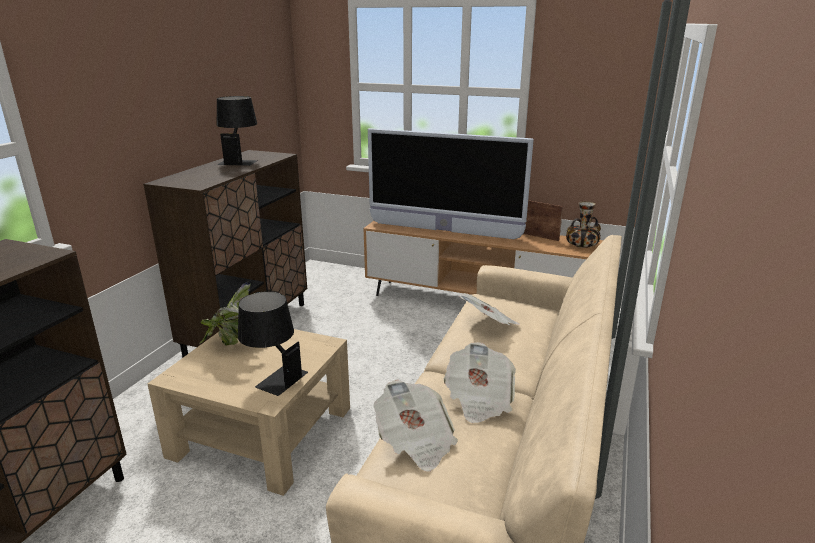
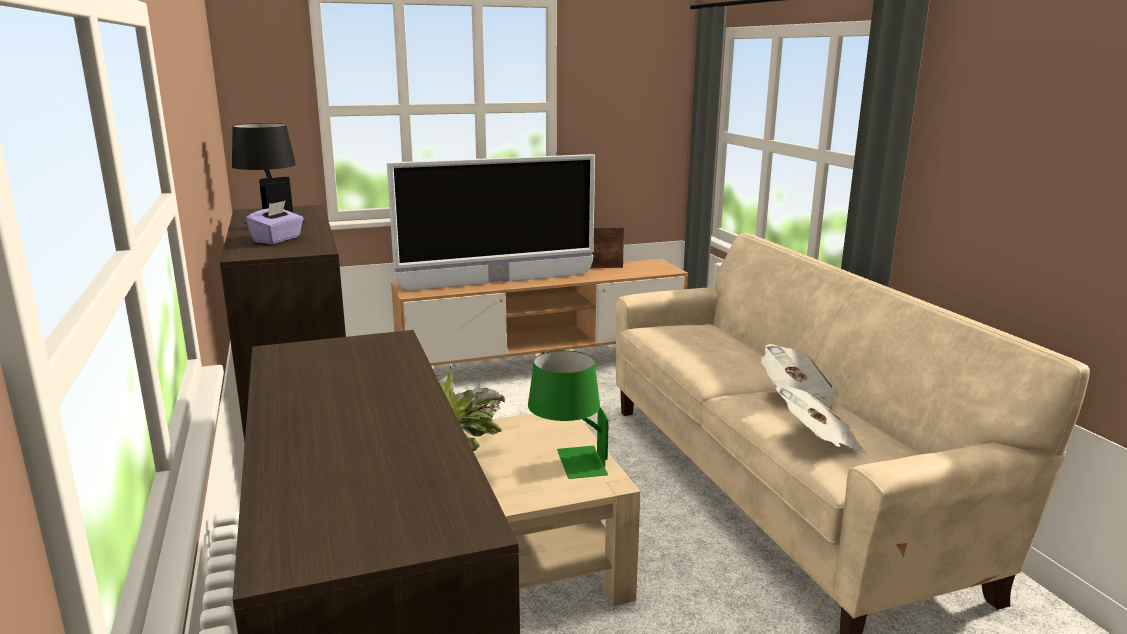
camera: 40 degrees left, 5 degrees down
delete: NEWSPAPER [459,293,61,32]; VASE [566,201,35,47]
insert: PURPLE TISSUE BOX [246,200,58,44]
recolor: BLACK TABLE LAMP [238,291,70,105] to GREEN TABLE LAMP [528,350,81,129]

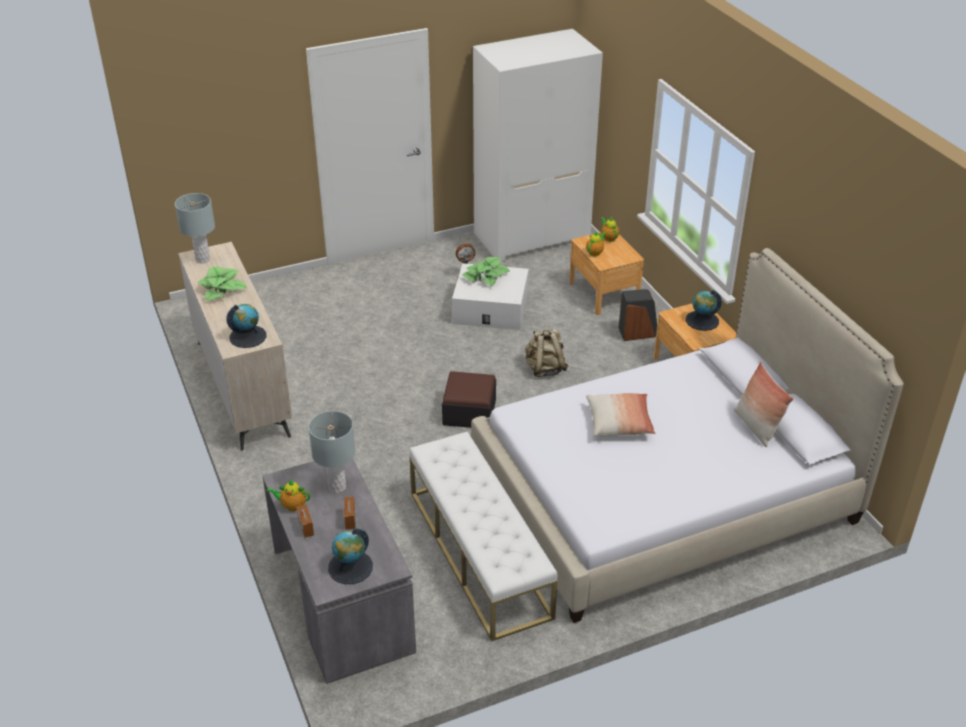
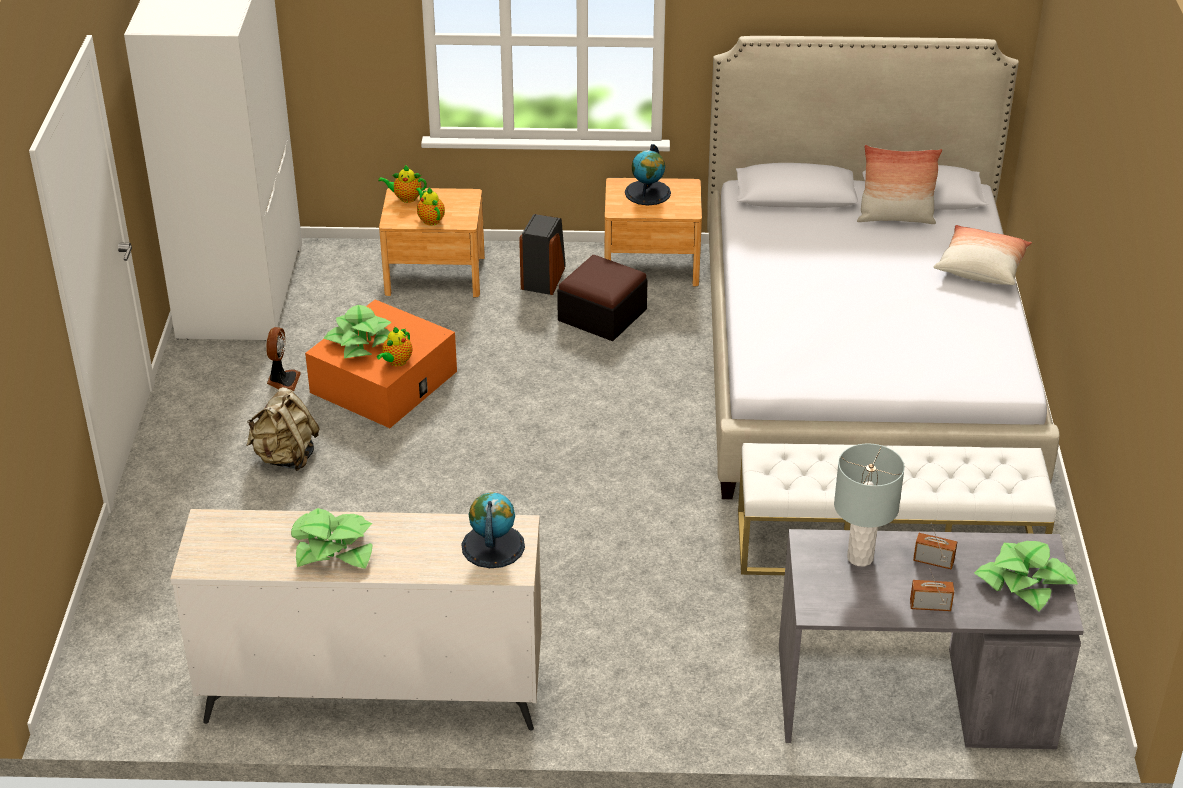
camera: 65 degrees left, 0 degrees up
delete: GREY TABLE LAMP [175,193,40,71]
move: TEAPOT [267,480,43,31] to [377,327,36,39]; OTTOMAN [442,371,54,57] to [557,255,91,86]; BEIGE BACKPACK [525,328,43,49] to [247,387,73,84]; PILLOW [586,393,69,43] to [934,225,98,60]
replace: GLOBE [328,528,45,56] to POTTED PLANT [974,541,104,70]
recolor: WHITE STORAGE BOX [452,263,77,67] to ORANGE STORAGE BOX [305,300,152,128]

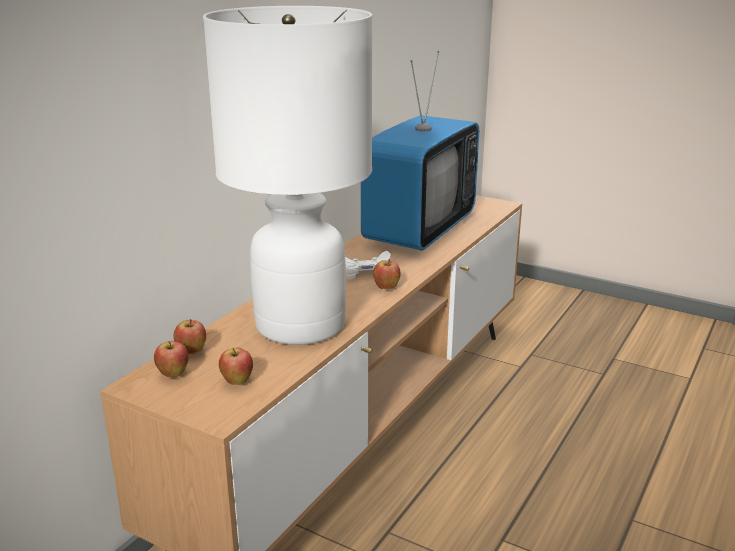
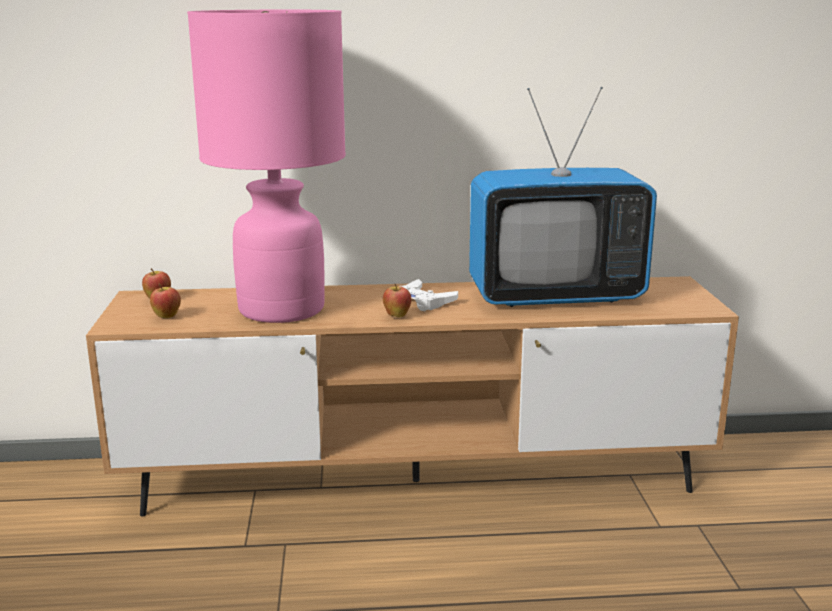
camera: 55 degrees right, 5 degrees down
delete: APPLE [174,319,32,35]
recolor: WHITE TABLE LAMP [203,6,170,339] to PINK TABLE LAMP [187,10,159,313]

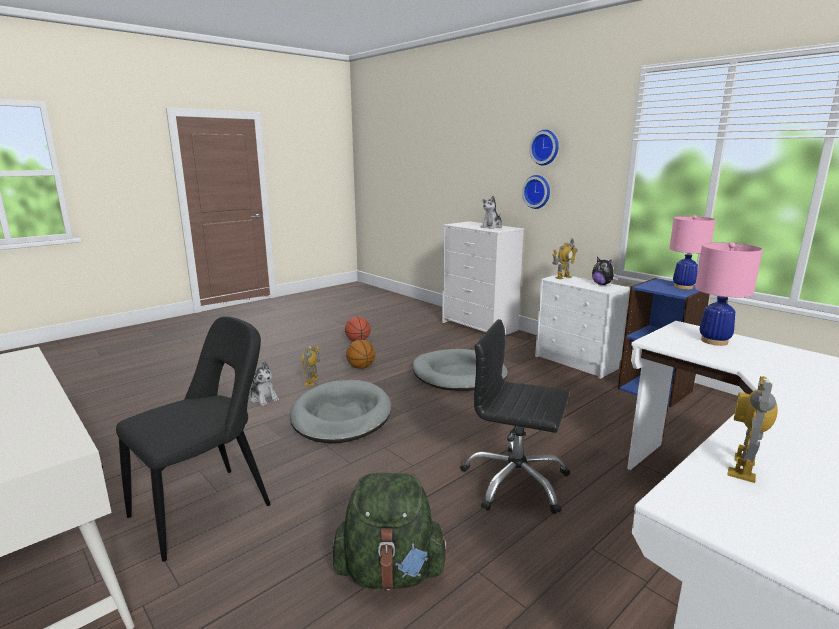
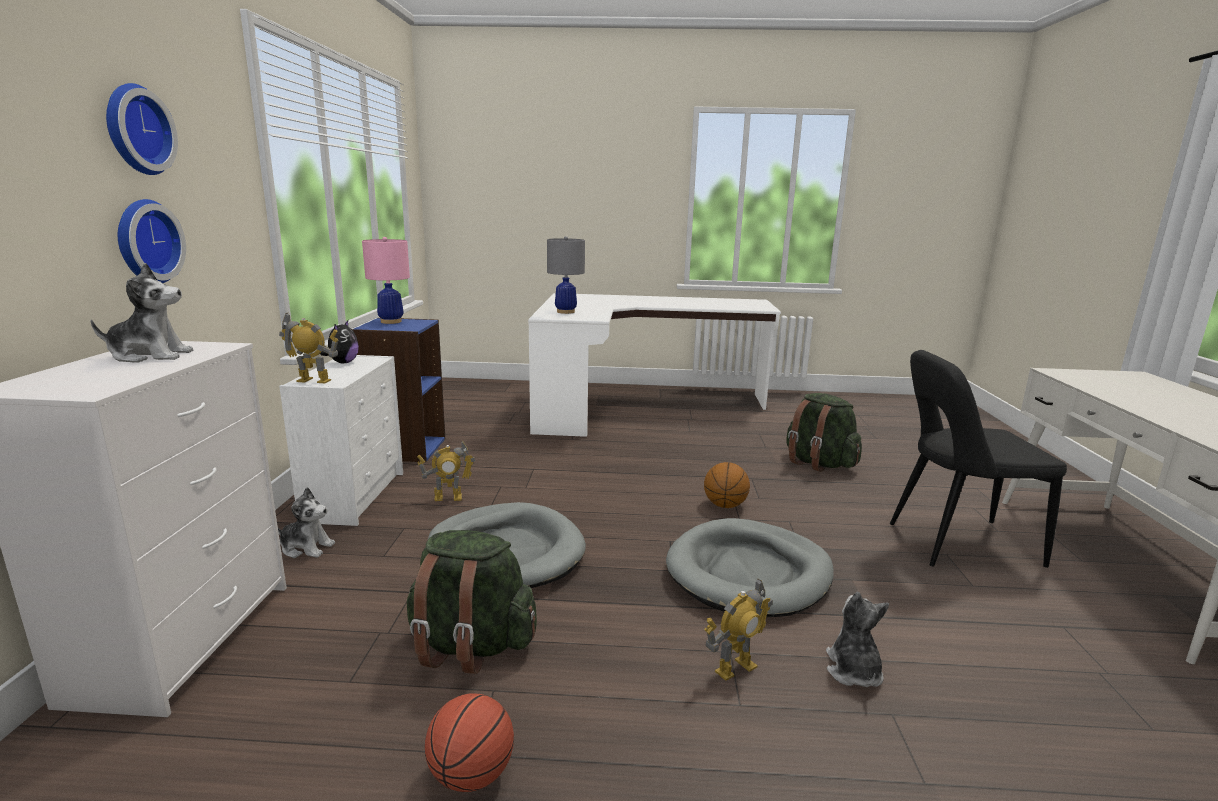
camera: 135 degrees left, 0 degrees up
delete: BLACK OFFICE CHAIR [460,319,110,195]
insert: PLUSH TOY [278,487,57,71]; GREEN BACKPACK [407,530,130,144]
move: BASKETBALL [346,340,29,29] to [704,462,46,46]; TOY ROBOT [728,376,50,107] to [417,441,58,60]
recolor: PINK TABLE LAMP [695,242,68,104] to GREY TABLE LAMP [547,236,38,78]

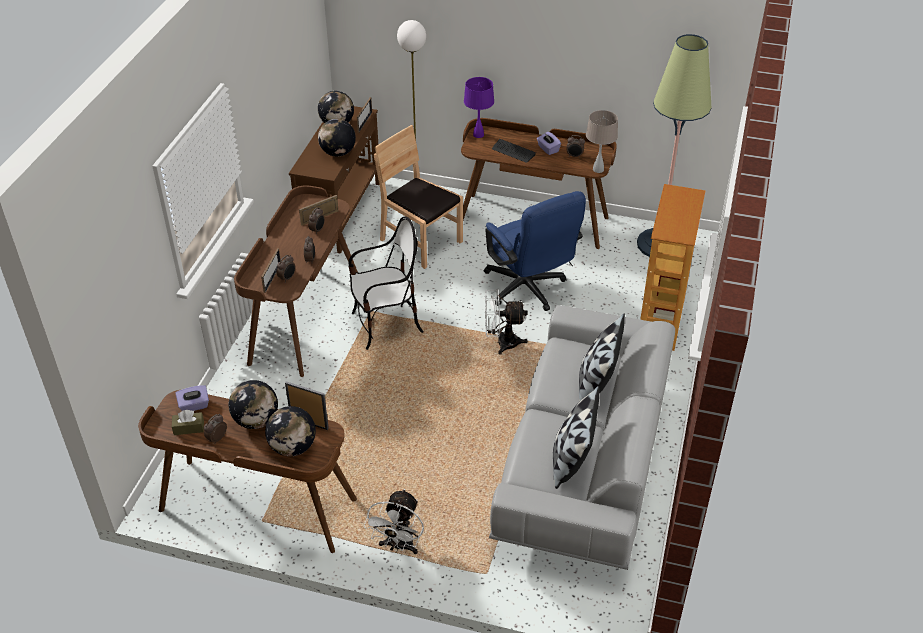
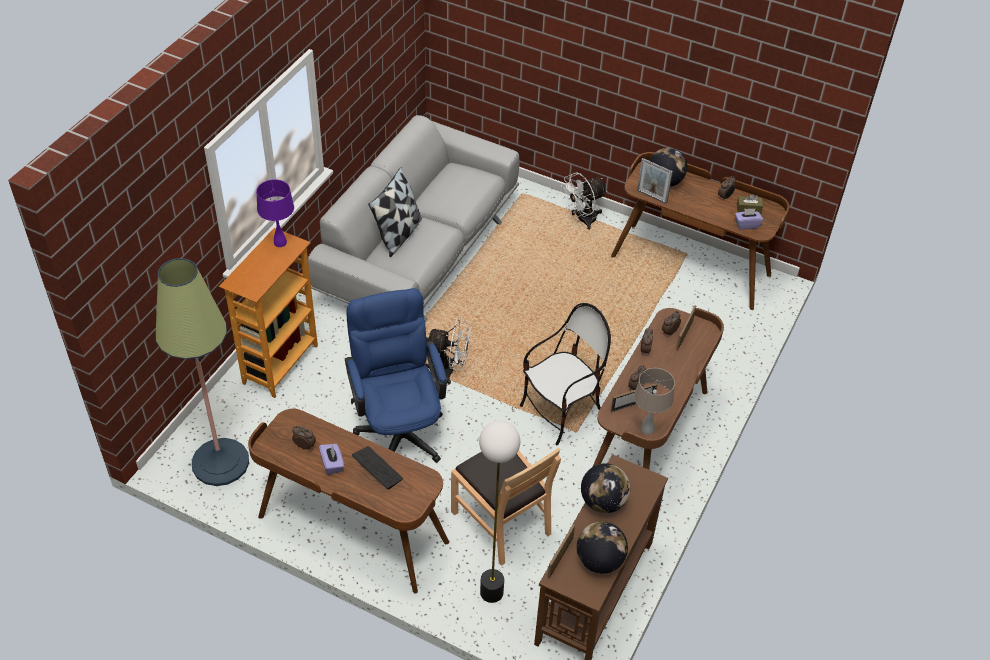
camera: 170 degrees left, 5 degrees up
delete: GLOBE [229,380,49,49]; PILLOW [553,386,46,103]
move: PURPLE TABLE LAMP [464,77,30,61] to [256,179,38,68]; BEIGE TABLE LAMP [586,110,32,63] to [634,368,41,67]
rotate: CHAIR [348,216,76,134] = [520,303,91,142] 150 degrees clockwise; WHITE FAN [364,489,60,65] = [561,172,46,58] 150 degrees counterclockwise

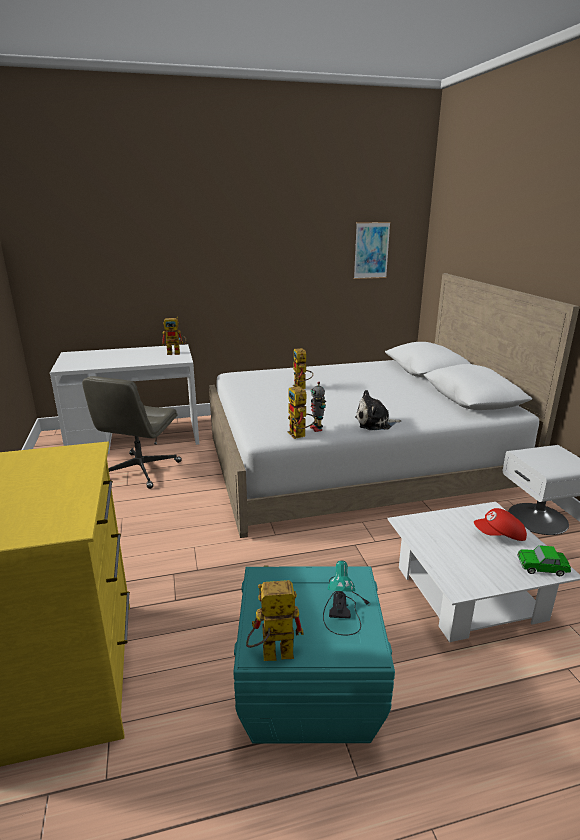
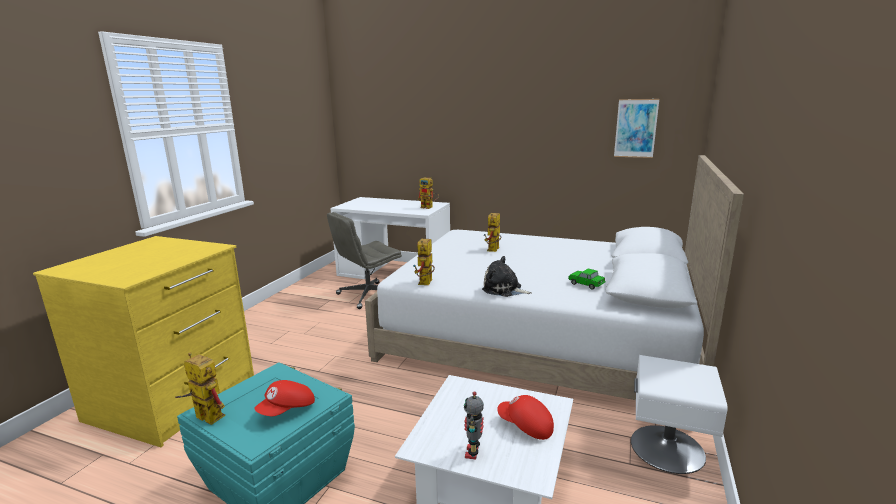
camera: 35 degrees right, 5 degrees down
move: TOY ROBOT [310,382,16,50] to [464,392,20,68]; TOY CAR [517,545,54,31] to [568,269,38,20]
replace: TABLE LAMP [323,561,46,74] to RED CAP [254,380,61,36]

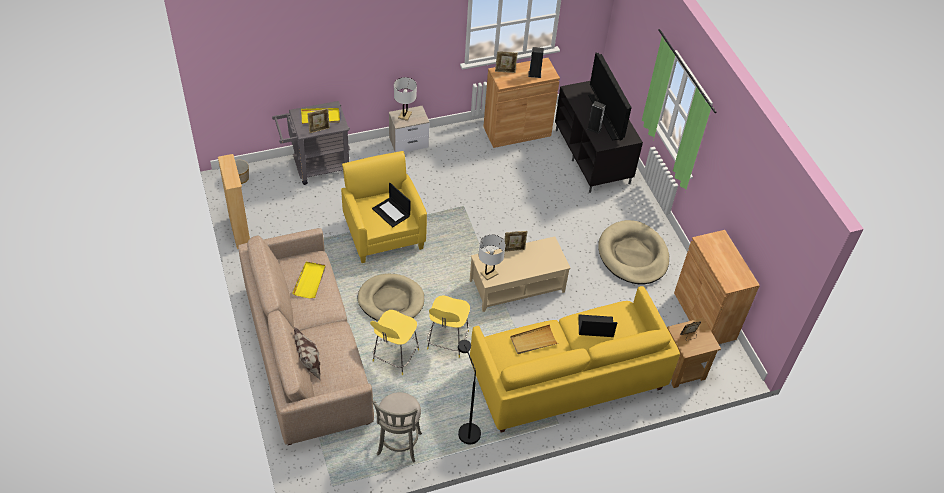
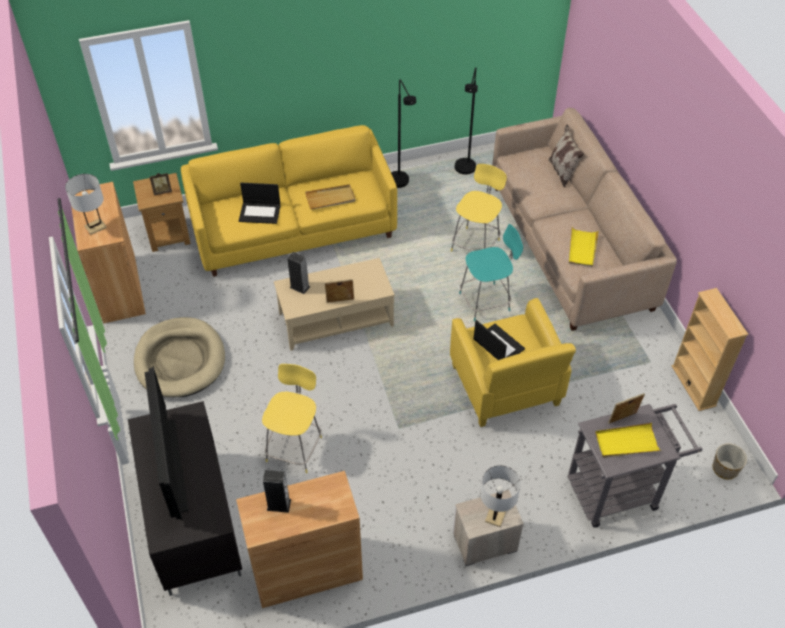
camera: 175 degrees left, 0 degrees up
delete: PICTURE FRAME [495,51,23,22]
move: YELLOW STOOL [427,295,43,63] to [262,364,60,109]; WHITE TABLE LAMP [479,235,26,45] to [65,174,42,61]; SPEAKER [587,101,19,33] to [288,252,22,42]
replace: BEIGE DOG BED [357,274,67,47] to TURQUOISE STOOL [459,224,64,97]; GREY STOOL [372,392,50,71] to BLACK FLOOR LAMP [455,67,23,108]

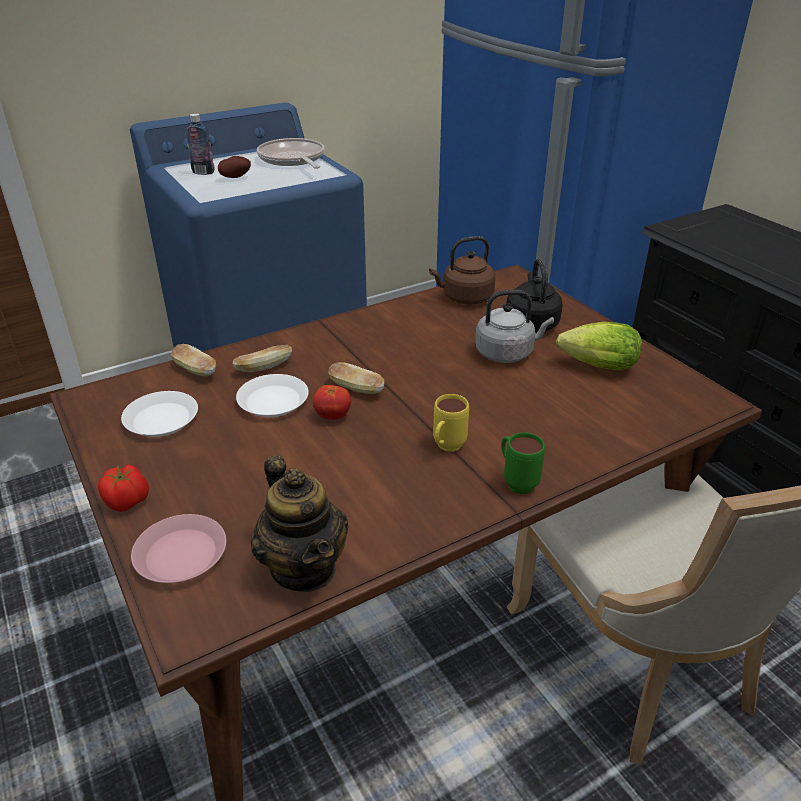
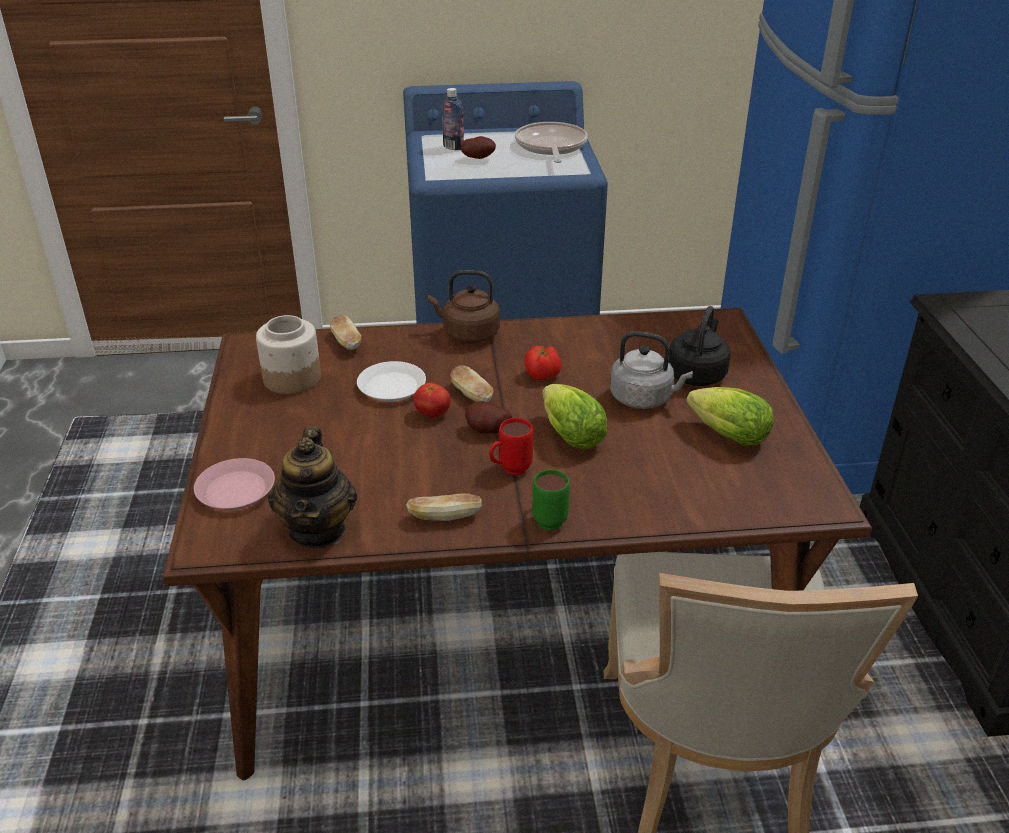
camera: 25 degrees right, 0 degrees up
insert: POTATO [465,402,47,32]; LETTUCE [543,384,64,66]
move: TOMATO [98,465,51,47] to [525,345,37,36]; BREAD [233,345,59,27] to [406,493,76,28]; BROWN KETTLE [429,236,67,68] to [428,270,72,73]
replace: WHITE PLATE [121,391,77,46] to JAR [256,315,65,79]
recolor: YELLOW MUG [433,394,36,58] to RED MUG [489,418,44,57]

